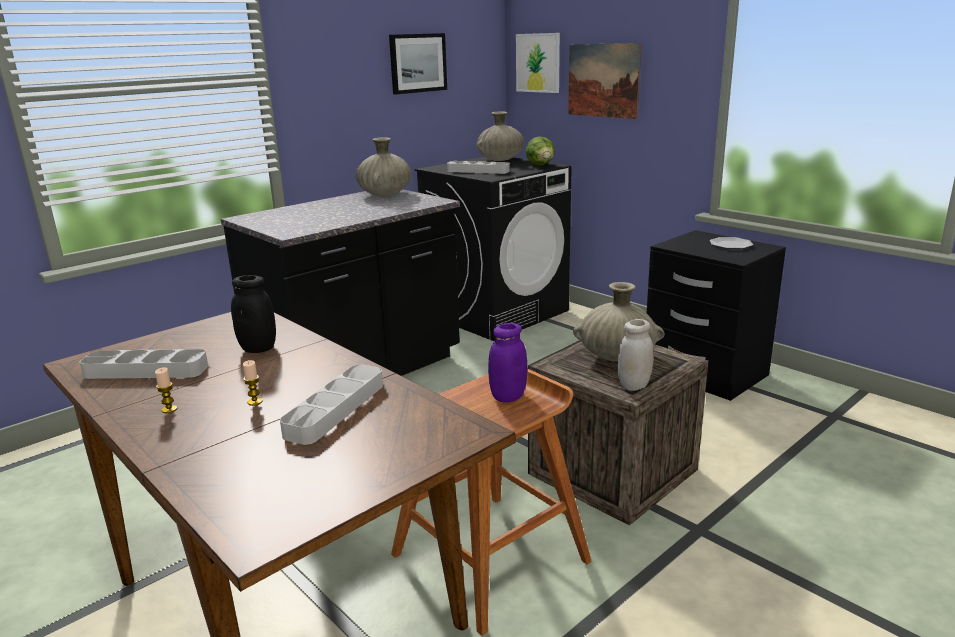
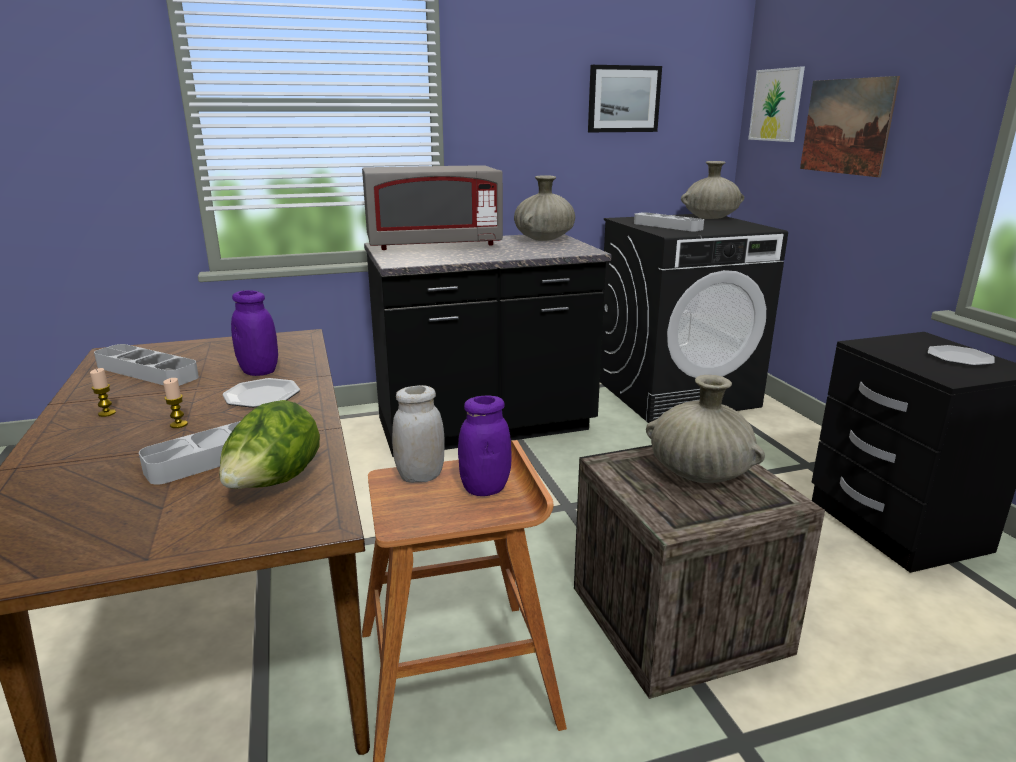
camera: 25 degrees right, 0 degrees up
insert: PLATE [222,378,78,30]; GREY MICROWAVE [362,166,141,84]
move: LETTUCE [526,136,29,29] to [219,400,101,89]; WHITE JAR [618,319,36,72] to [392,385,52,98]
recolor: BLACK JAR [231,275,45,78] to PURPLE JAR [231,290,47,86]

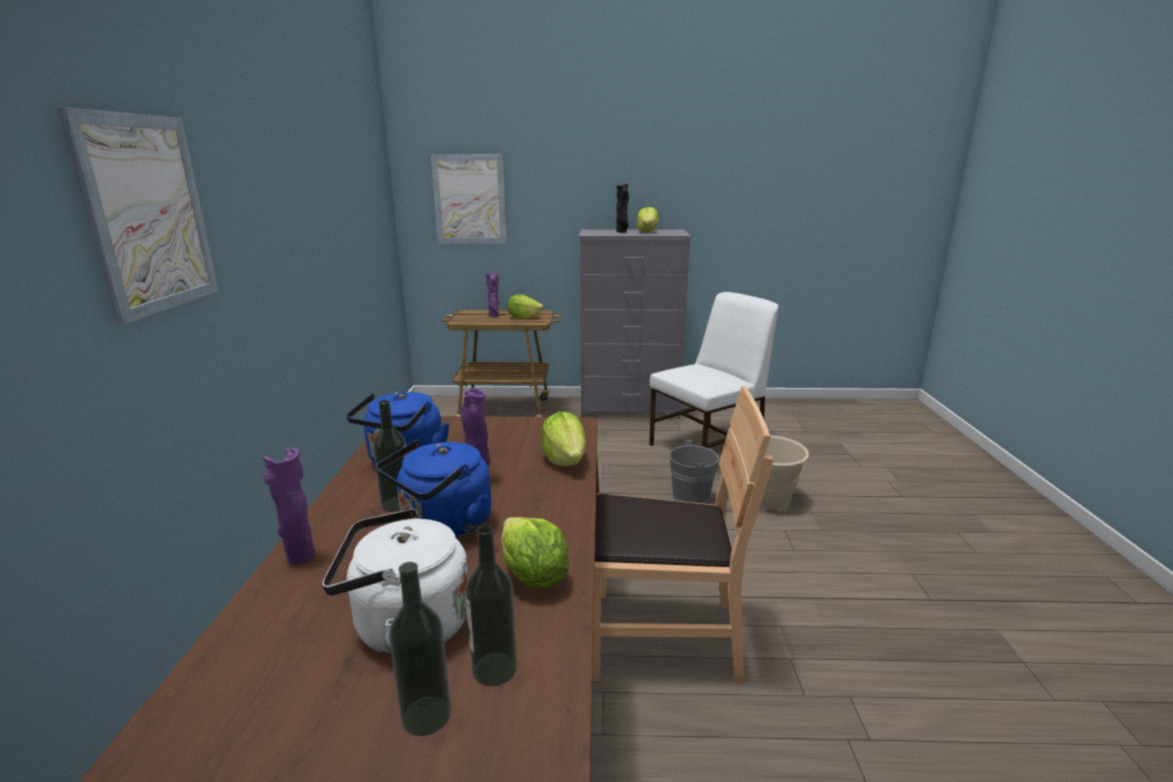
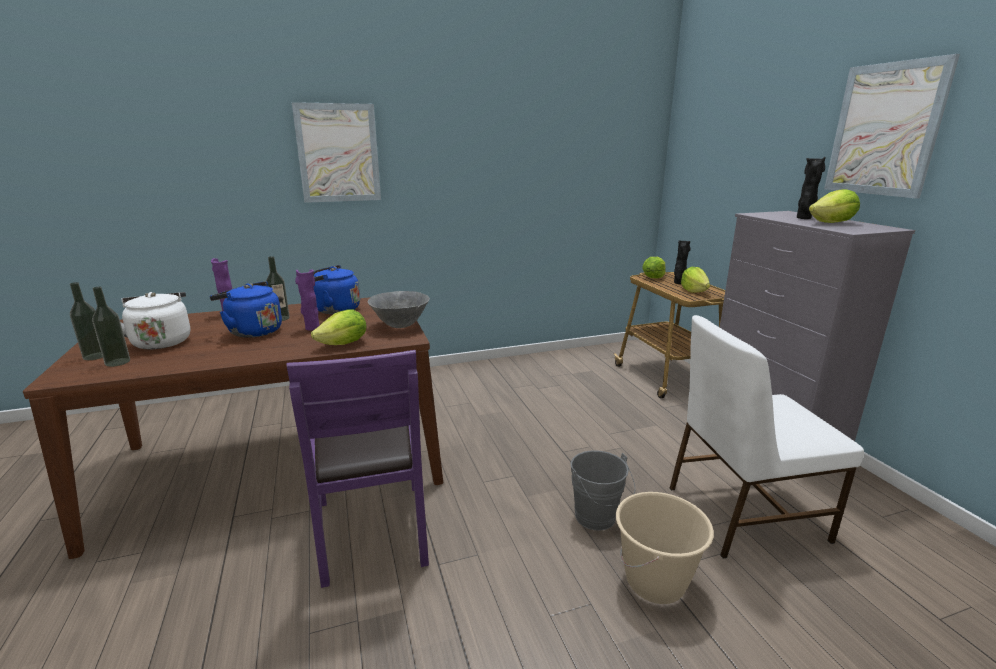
camera: 70 degrees right, 0 degrees up
insert: GREY BOWL [368,291,62,37]
move: PICTURE [431,154,76,89] to [824,54,136,145]; LETTUCE [501,517,68,71] to [642,257,23,21]
recolor: PURPLE VASE [486,272,13,45] to BLACK VASE [674,240,17,44]; BROWN CHAIR [593,386,180,298] to PURPLE CHAIR [287,350,142,238]
rotate: WHITE CHAIR [649,292,129,156] = [670,315,194,243] 135 degrees clockwise

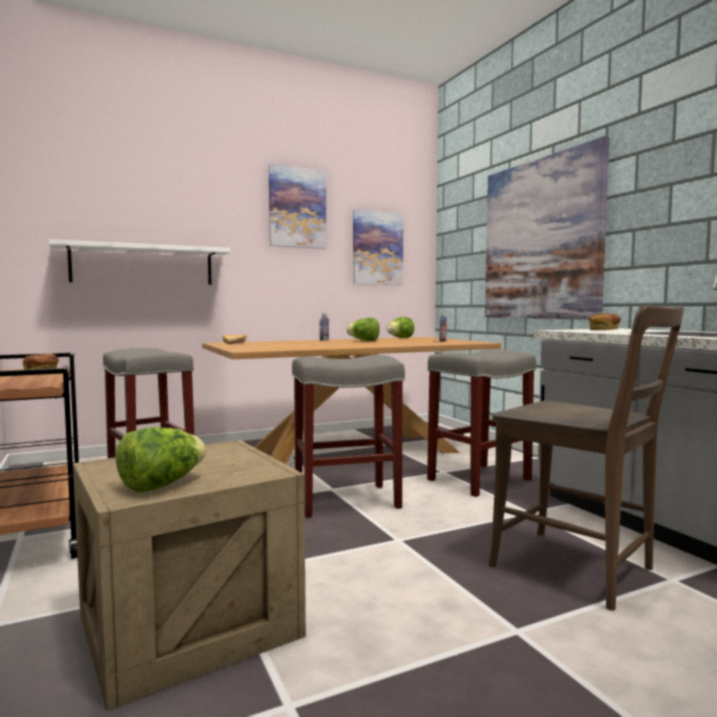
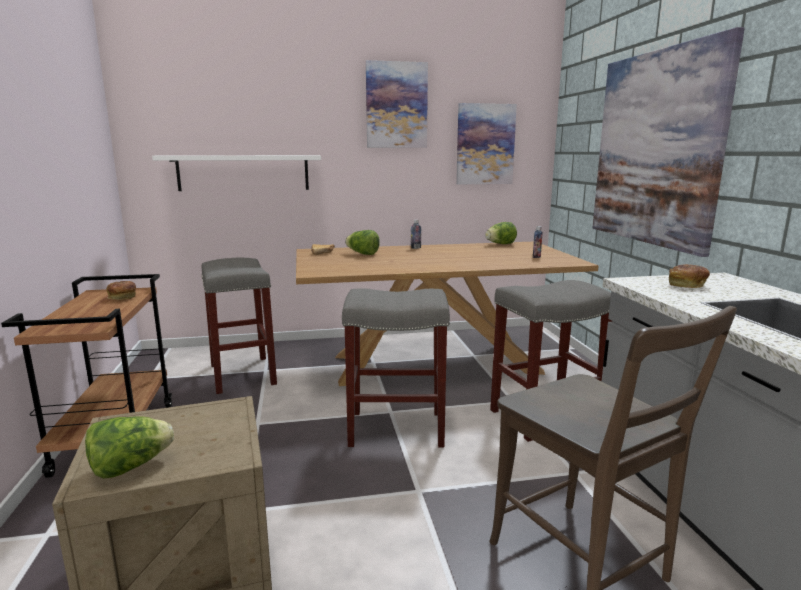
camera: 15 degrees right, 10 degrees up
move: LETTUCE [347,318,32,23] to [345,230,35,25]

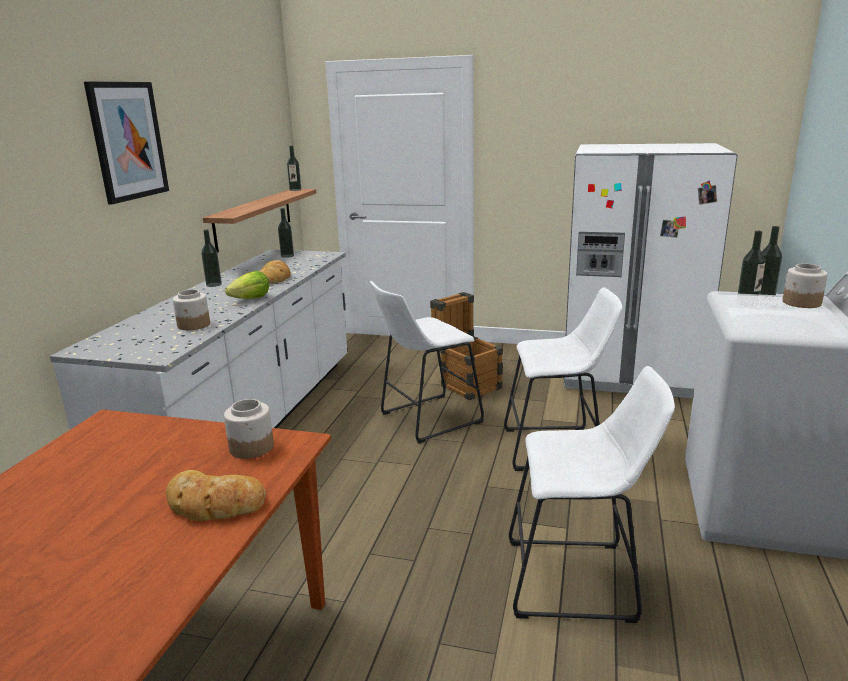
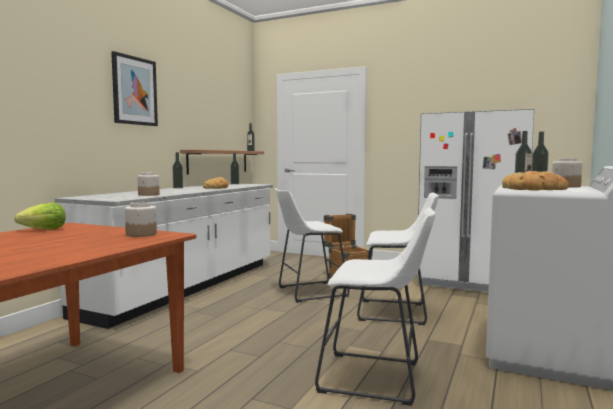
camera: 10 degrees right, 15 degrees down
move: BREAD [166,470,100,51] to [502,171,67,20]; LETTUCE [225,271,44,28] to [14,203,52,26]

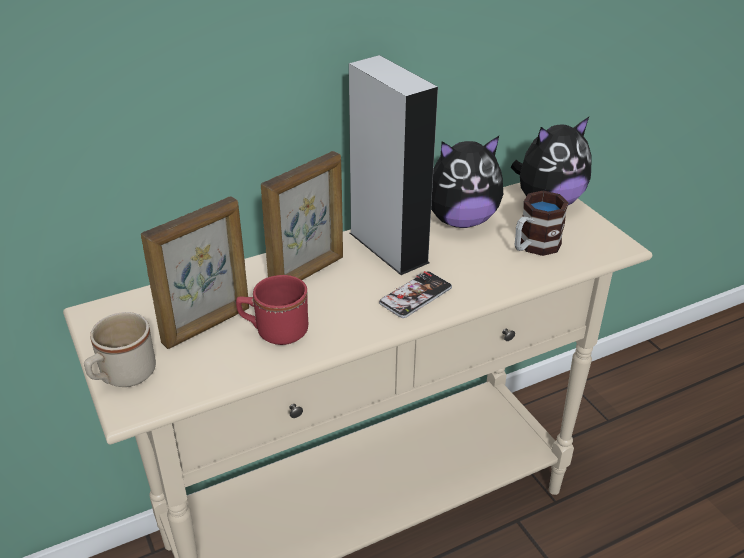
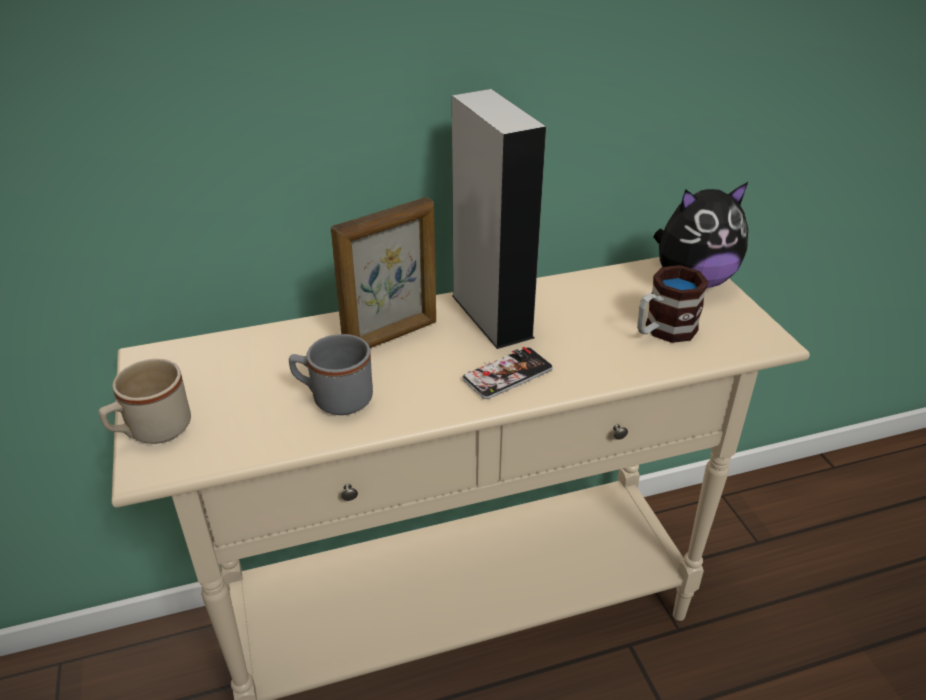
camera: 10 degrees right, 0 degrees up
delete: PICTURE FRAME [141,196,108,153]; PLUSH TOY [431,136,72,92]
recolor: RED MUG [236,275,72,70] to GREY MUG [289,334,84,81]

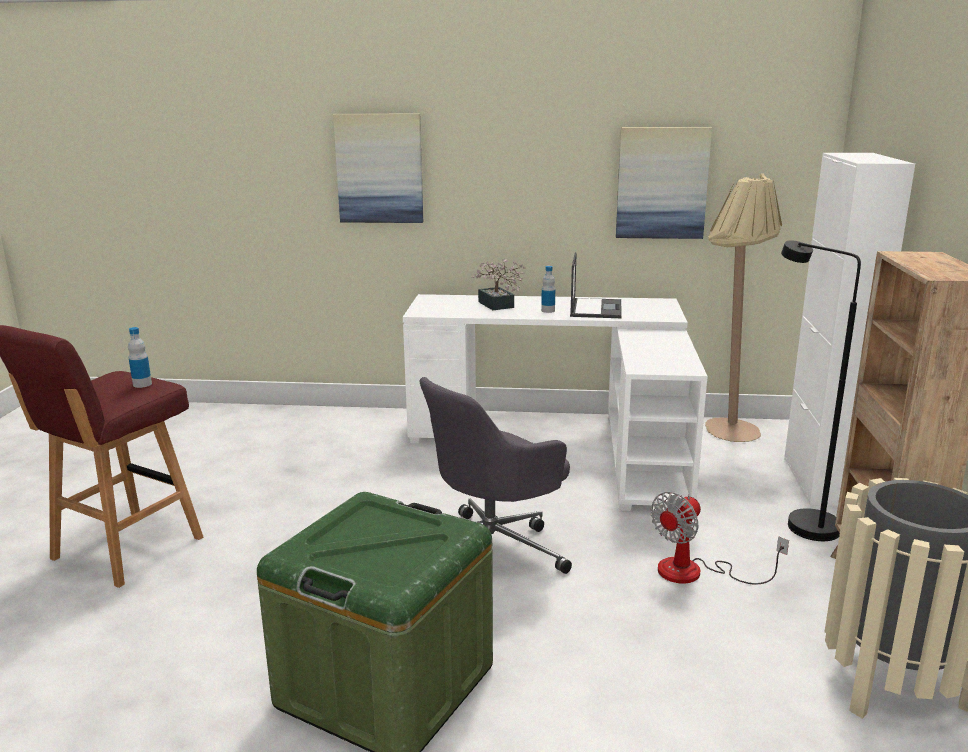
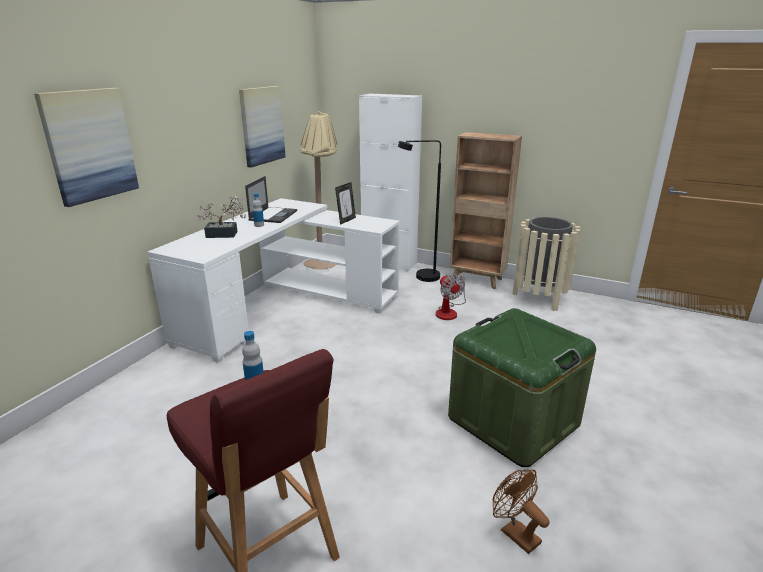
camera: 70 degrees left, 5 degrees up
delete: GREY OFFICE CHAIR [420,377,152,197]
insert: PICTURE FRAME [335,182,21,43]; BROWN FAN [493,469,57,85]
rotate: LAPTOP [570,252,52,66] = [245,176,52,47] 75 degrees clockwise

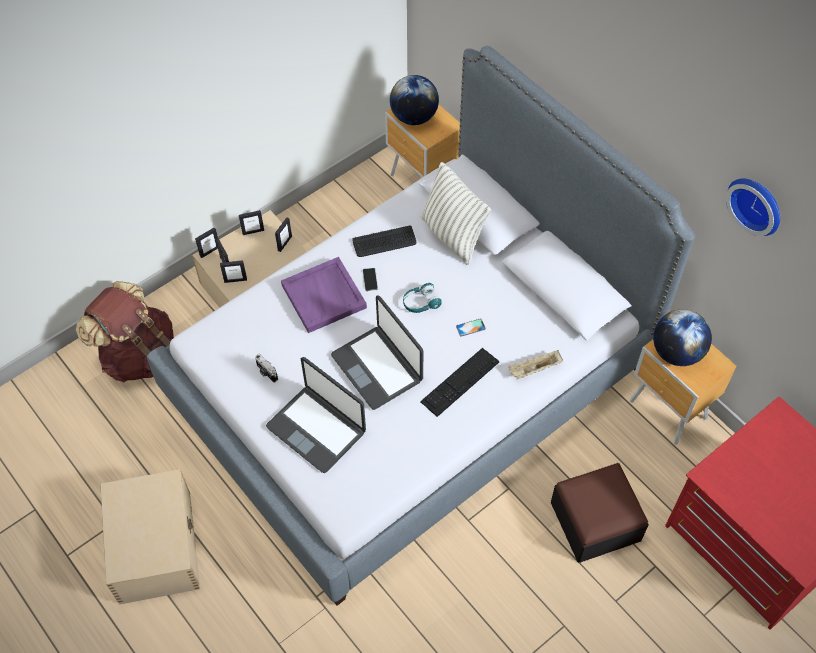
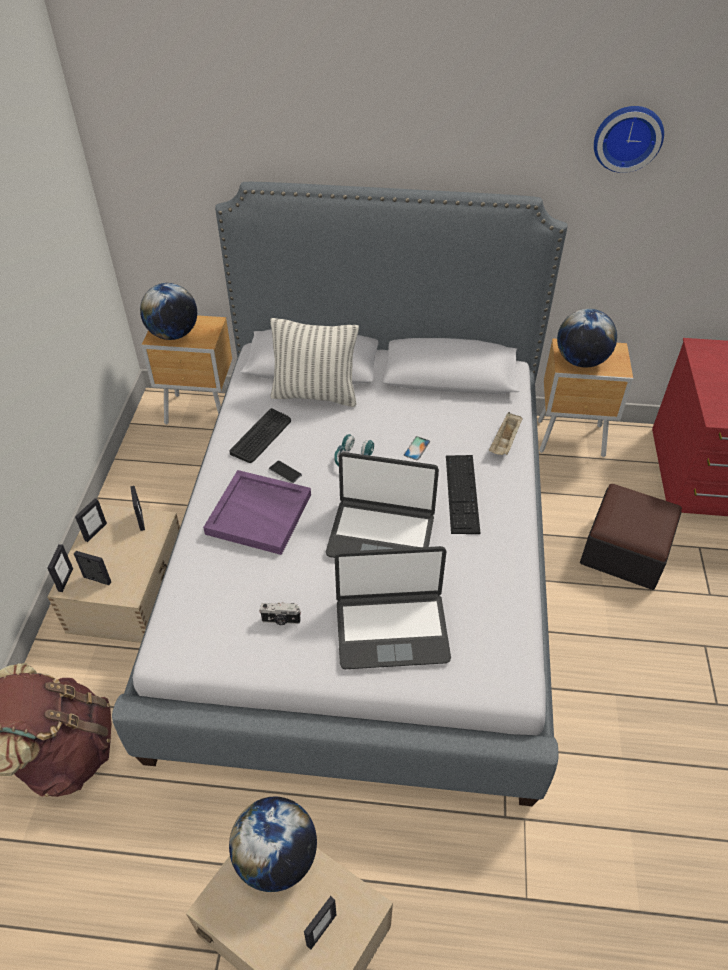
camera: 45 degrees left, 10 degrees down
insert: GLOBE [229,797,88,95]
move: PICTURE FRAME [220,260,27,23] to [304,896,32,54]

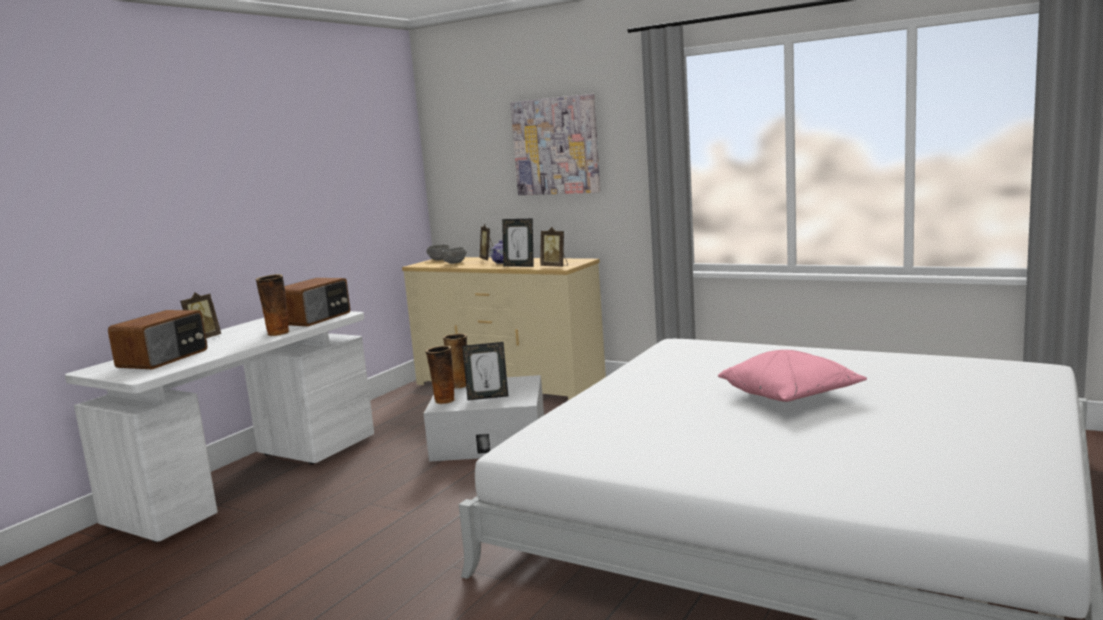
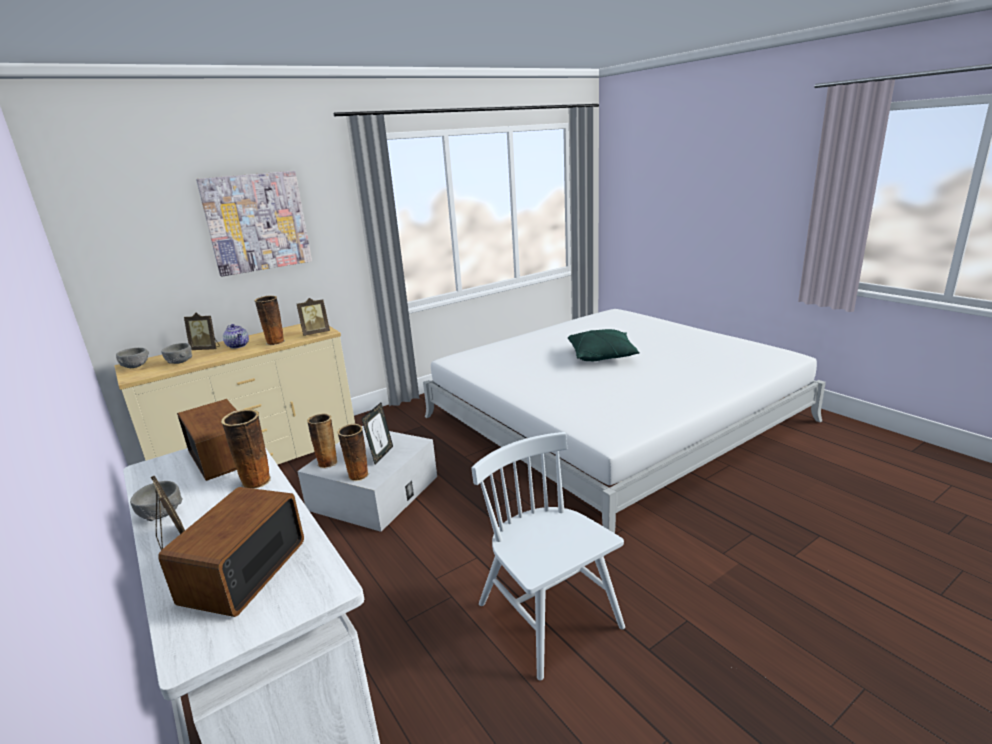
camera: 65 degrees left, 10 degrees up
insert: GREY BOWL [130,481,53,40]; WHITE CHAIR [471,432,154,248]
replace: PICTURE FRAME [502,219,32,48] to VASE [254,295,31,50]
recolor: PINK PILLOW [718,350,149,52] to GREEN PILLOW [568,329,72,32]
rotate: RADIO [108,310,99,59] = [158,487,146,130] 120 degrees counterclockwise

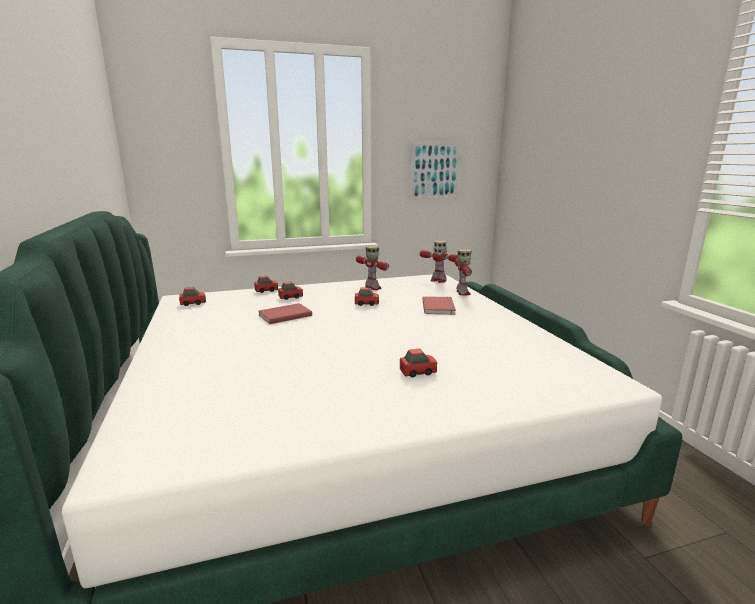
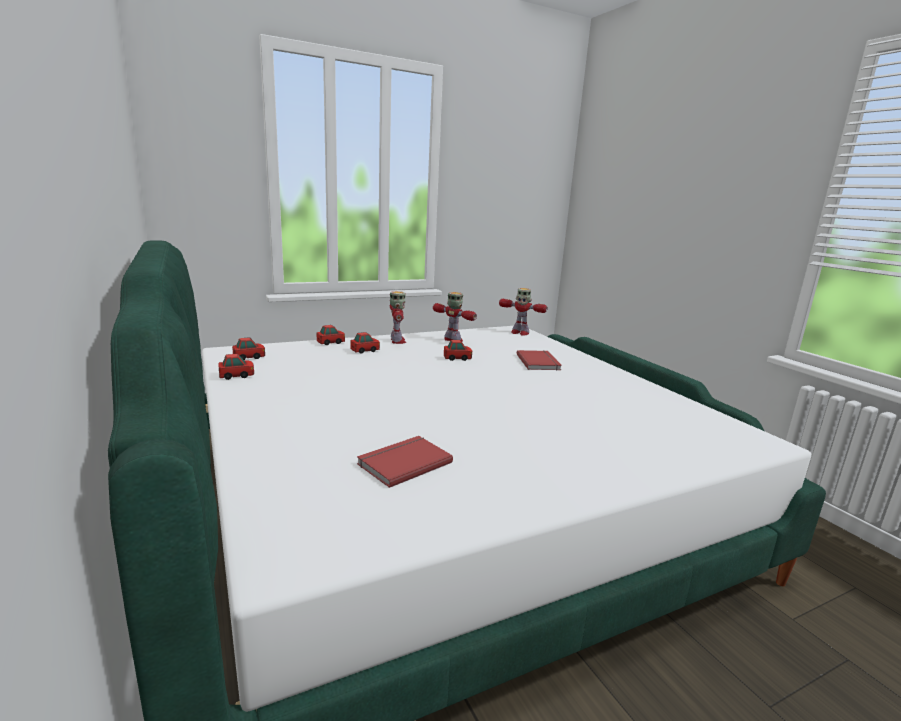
camera: 10 degrees left, 0 degrees up
delete: PICTURE [409,142,52,57]
move: RED BOOK [258,303,54,21] to [357,436,96,52]; TOY CAR [400,348,37,29] to [218,354,36,26]; TOY ROBOT [454,249,18,47] to [390,291,16,53]

